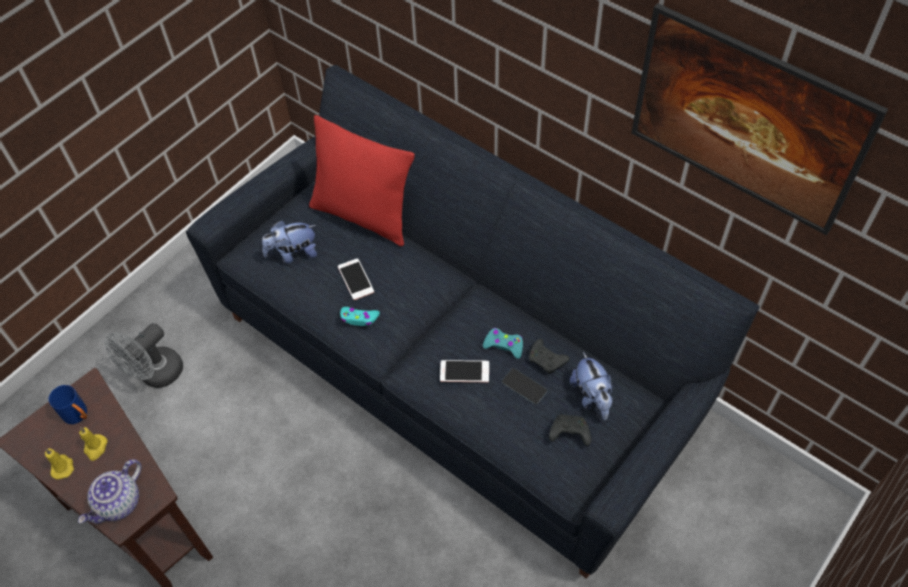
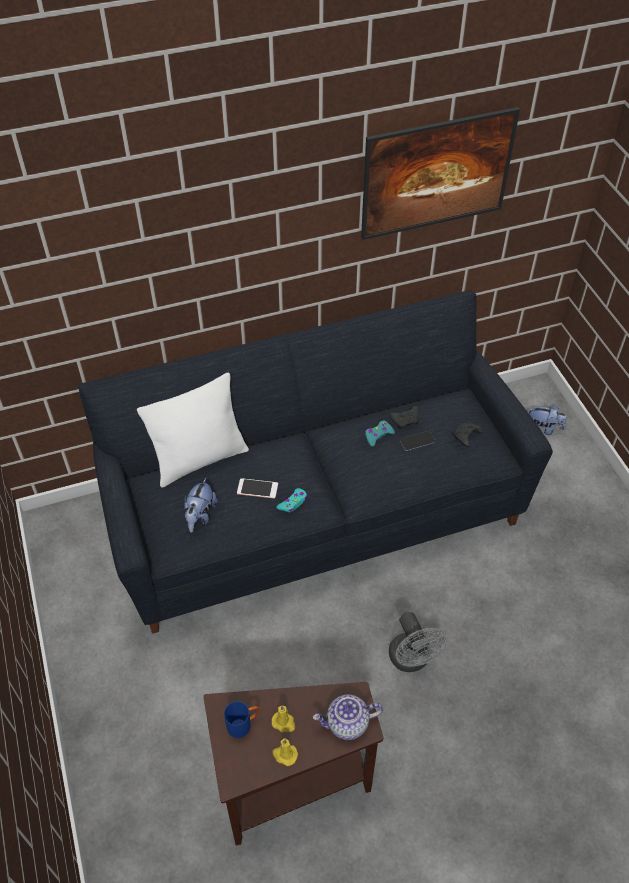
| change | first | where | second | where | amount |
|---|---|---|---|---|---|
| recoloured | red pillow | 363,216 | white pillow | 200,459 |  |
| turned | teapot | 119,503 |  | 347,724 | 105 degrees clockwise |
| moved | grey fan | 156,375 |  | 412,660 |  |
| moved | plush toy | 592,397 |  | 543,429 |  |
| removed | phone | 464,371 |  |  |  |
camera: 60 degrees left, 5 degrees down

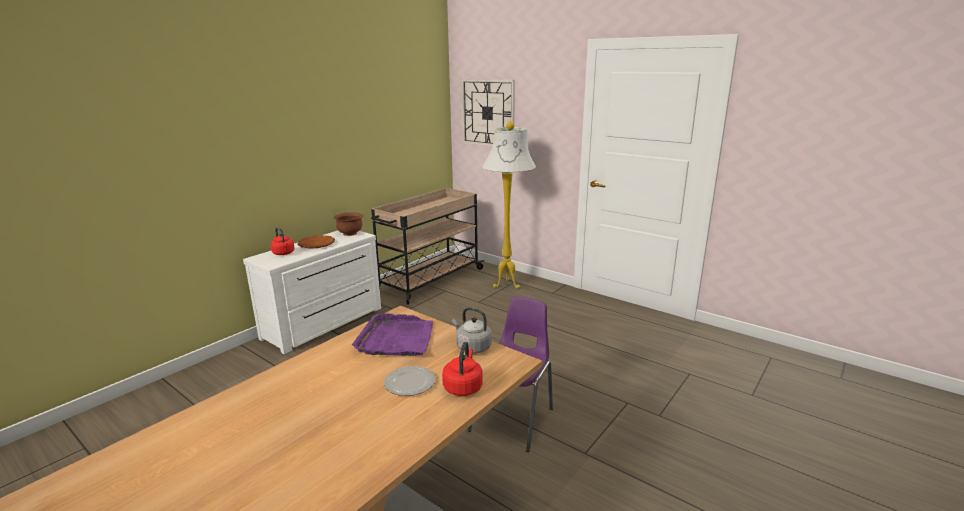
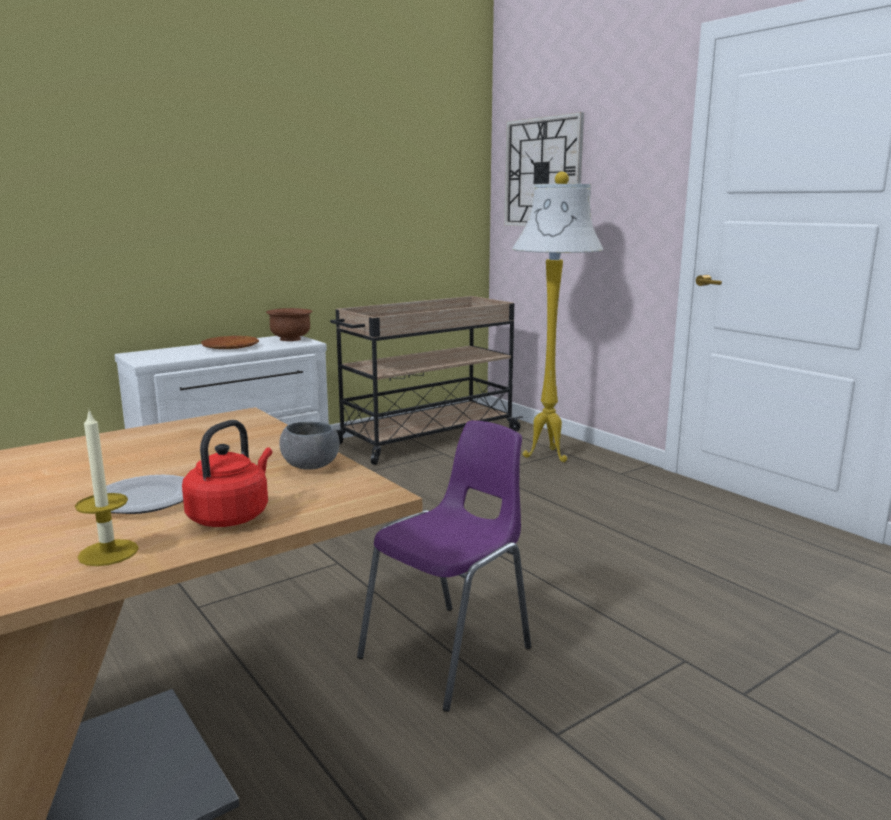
| change | first | where | second | where | amount |
|---|---|---|---|---|---|
| added |  |  | candle | 108,553 |  |
| replaced | grey kettle | 472,347 | grey bowl | 311,466 |  |
| removed | red kettle | 284,253 |  |  |  |
| removed | purple tray | 396,339 |  |  |  |
camera: 15 degrees right, 5 degrees down

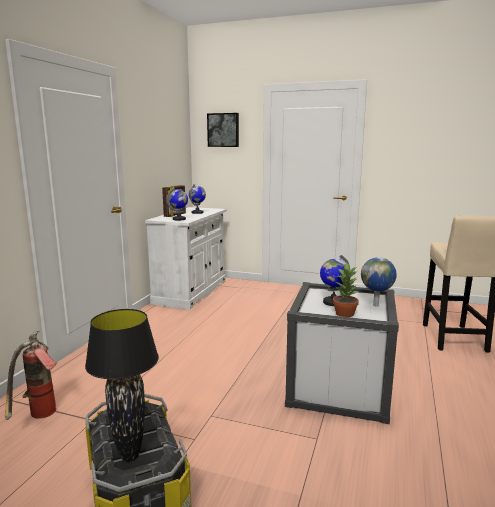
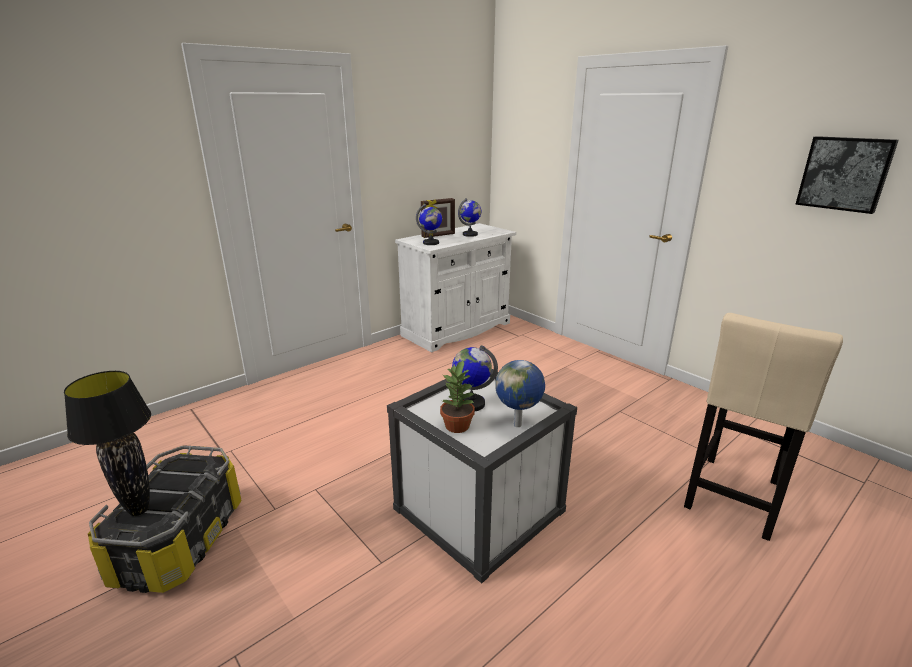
| change | first | where | second | where | amount |
|---|---|---|---|---|---|
| moved | picture | 223,130 |  | 844,173 |  |
| removed | fire extinguisher | 39,417 |  |  |  |
camera: 30 degrees right, 10 degrees up

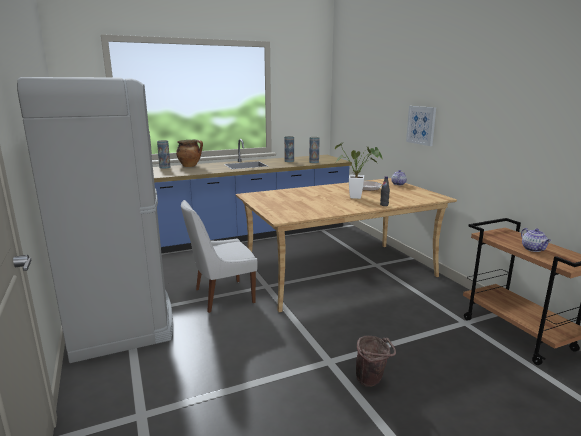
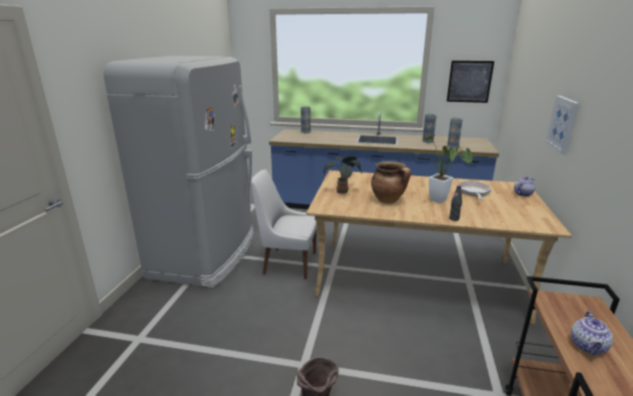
| change | first | where | second | where | amount |
|---|---|---|---|---|---|
| added |  |  | potted plant | 342,191 |  |
| moved | cooking pot | 190,166 |  | 388,200 |  |
| added |  |  | picture | 469,81 |  |
camera: 35 degrees right, 5 degrees up

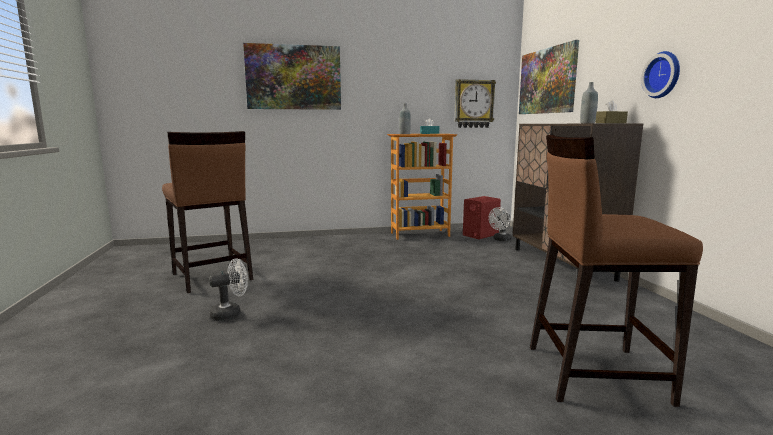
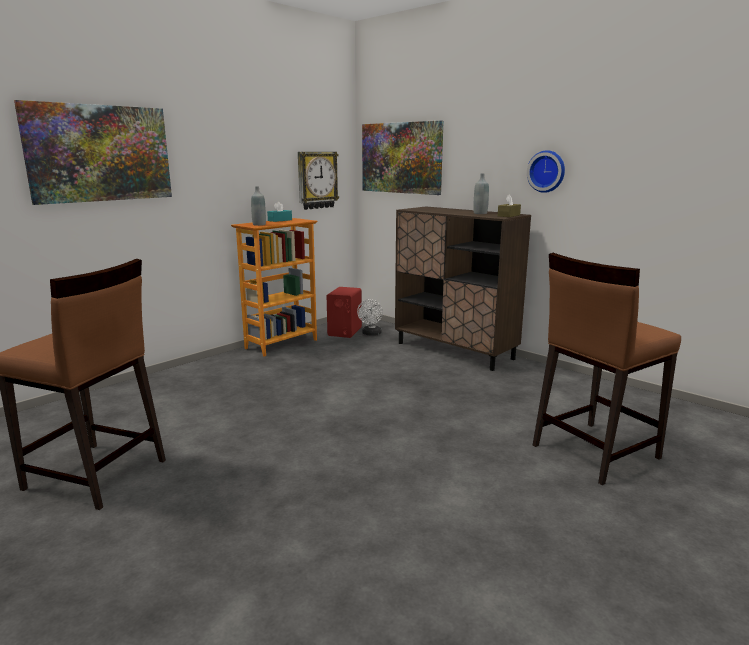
| change | first | where | second | where | amount |
|---|---|---|---|---|---|
| removed | white fan | 231,313 |  |  |  |
camera: 35 degrees left, 5 degrees up

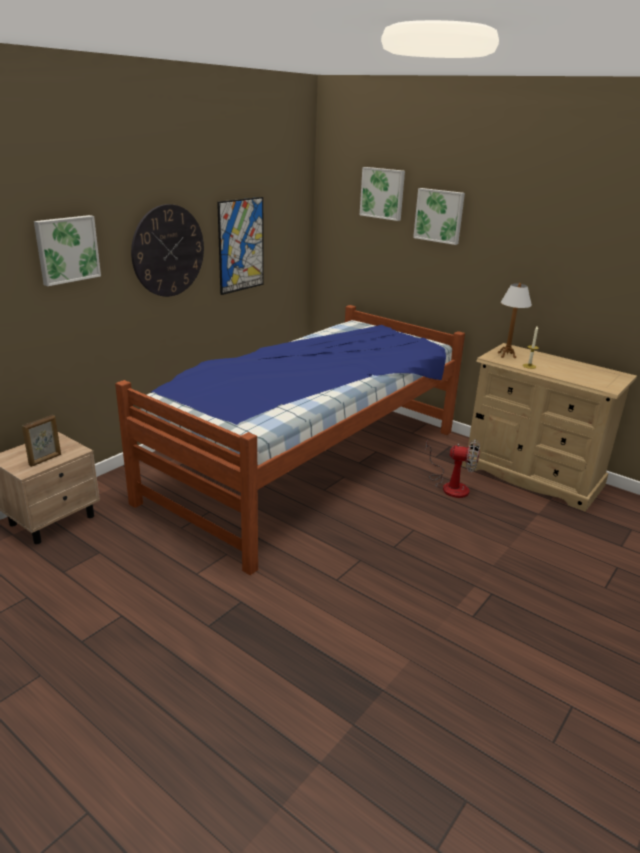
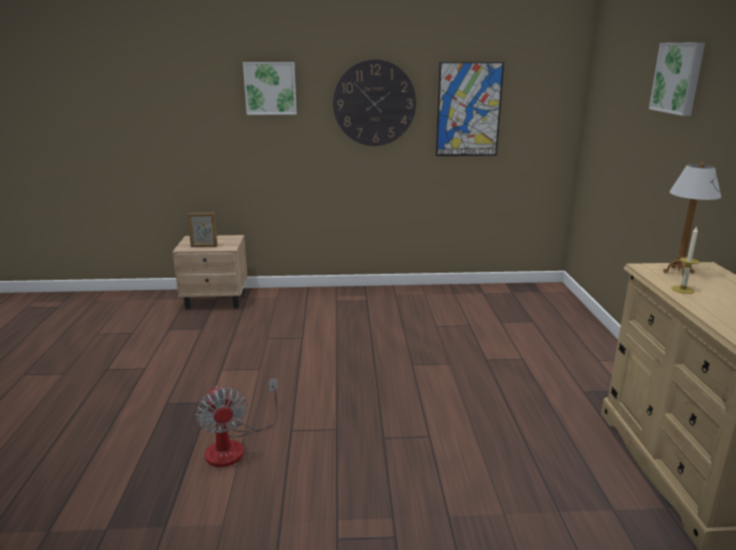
| change | first | where | second | where | amount |
|---|---|---|---|---|---|
| moved | fan | 450,485 |  | 234,446 |  |
| removed | bed | 307,464 |  |  |  |
| removed | picture | 383,193 |  |  |  |
camera: 50 degrees right, 5 degrees down

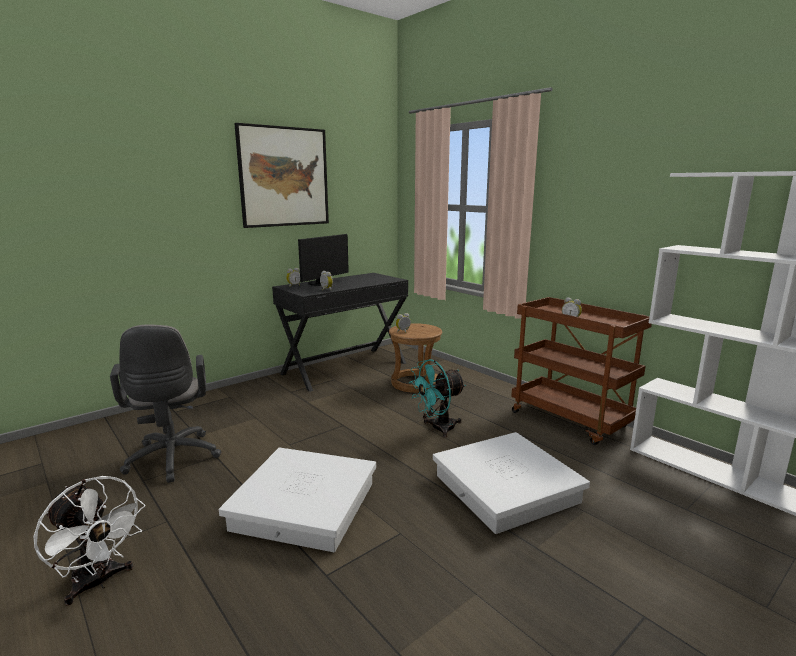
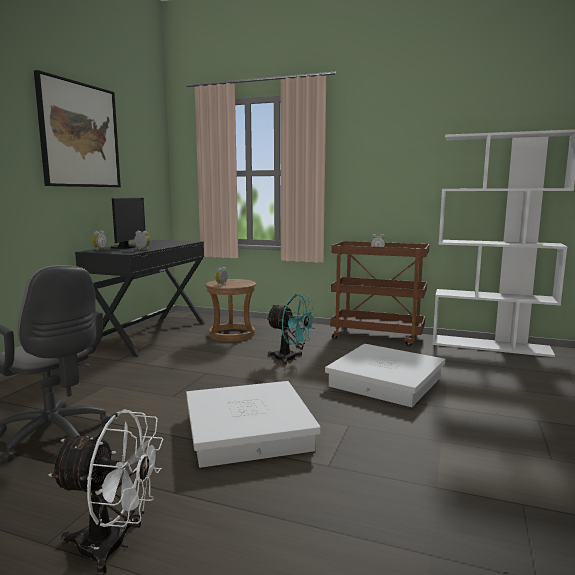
| change | first | where | second | where | amount |
|---|---|---|---|---|---|
| turned | turquoise fan | 437,428 |  | 290,359 | 90 degrees counterclockwise |
camera: 30 degrees left, 5 degrees down

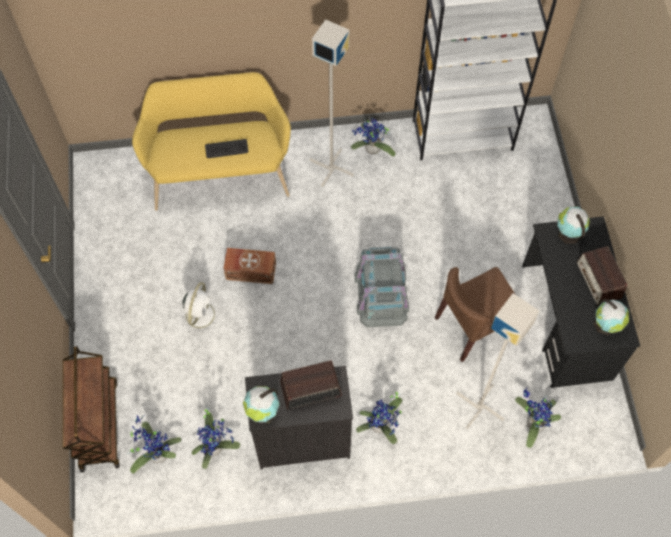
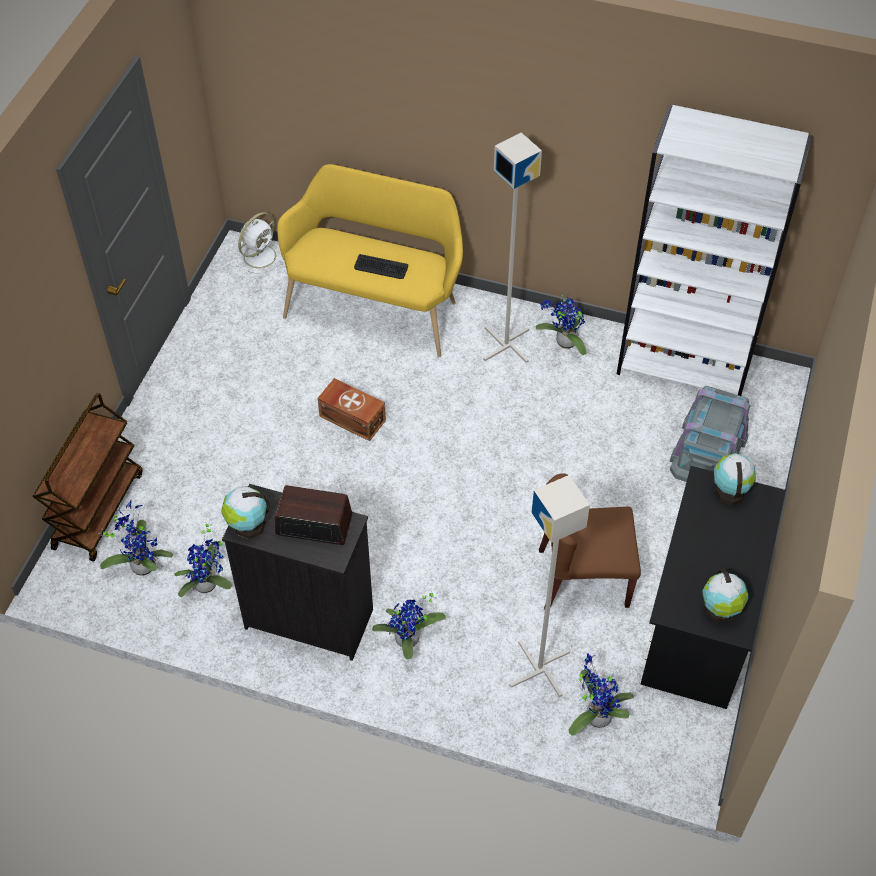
| change | first | where | second | where | amount |
|---|---|---|---|---|---|
| moved | white fan | 200,313 |  | 261,255 |  |
| moved | grey storage box | 381,293 |  | 708,450 |  |
| removed | radio | 599,280 |  |  |  |
camera: 25 degrees right, 10 degrees down

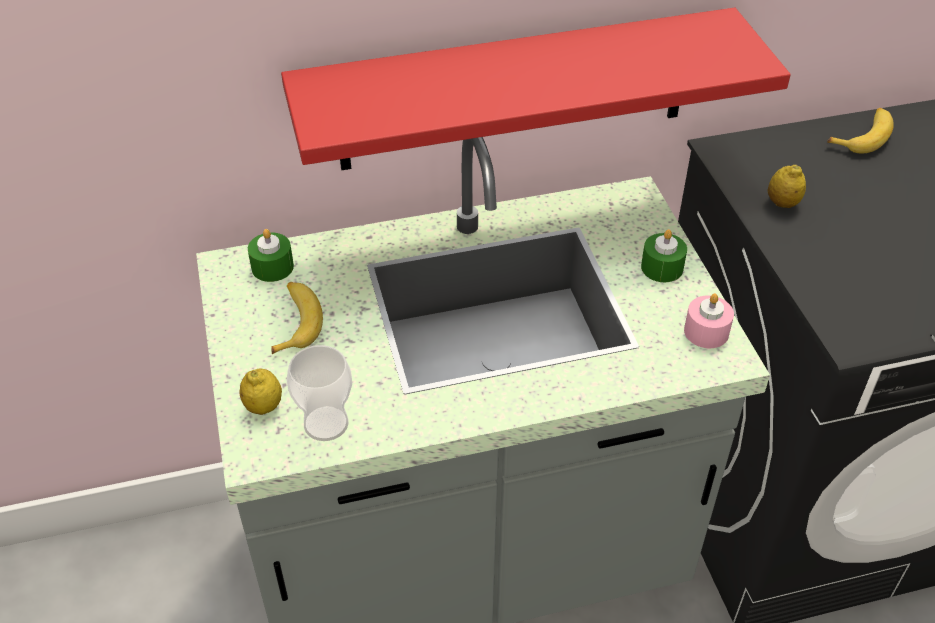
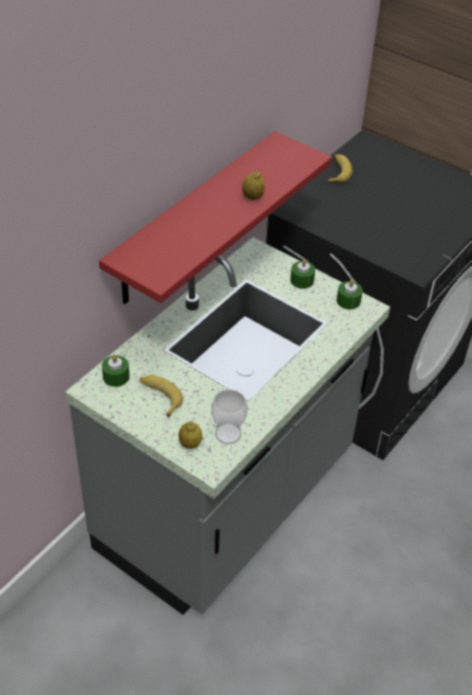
| change | first | where | second | where | amount |
|---|---|---|---|---|---|
| moved | lemon | 782,203 |  | 252,197 |  |
| recoloured | pink candle | 706,332 | green candle | 348,301 |  |
camera: 40 degrees left, 0 degrees up

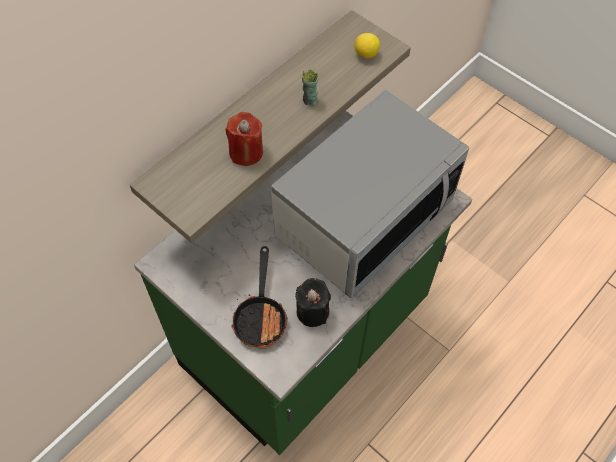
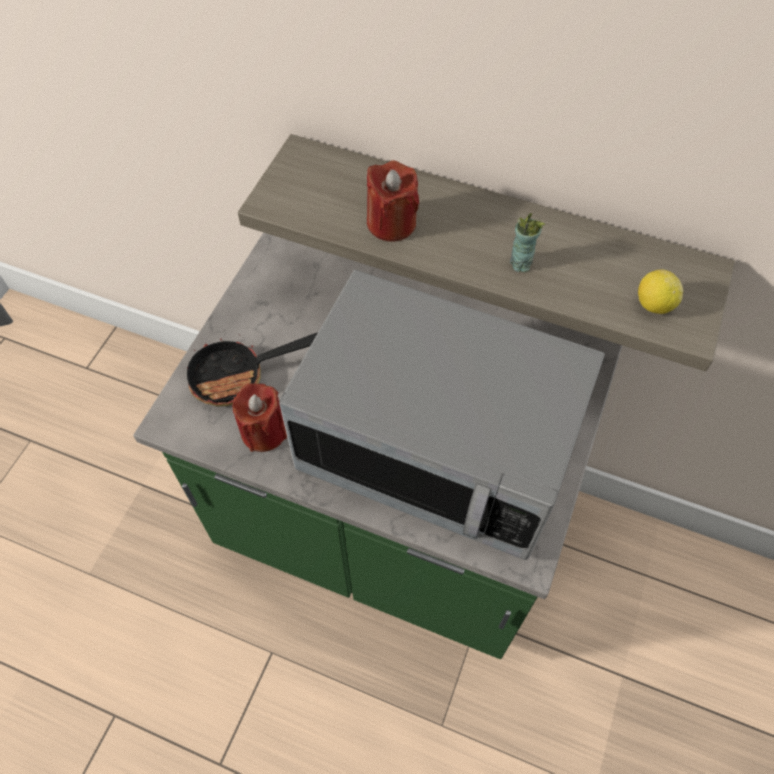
| change | first | where | second | where | amount |
|---|---|---|---|---|---|
| recoloured | black candle | 312,312 | red candle | 264,431 |  |
camera: 70 degrees right, 0 degrees up

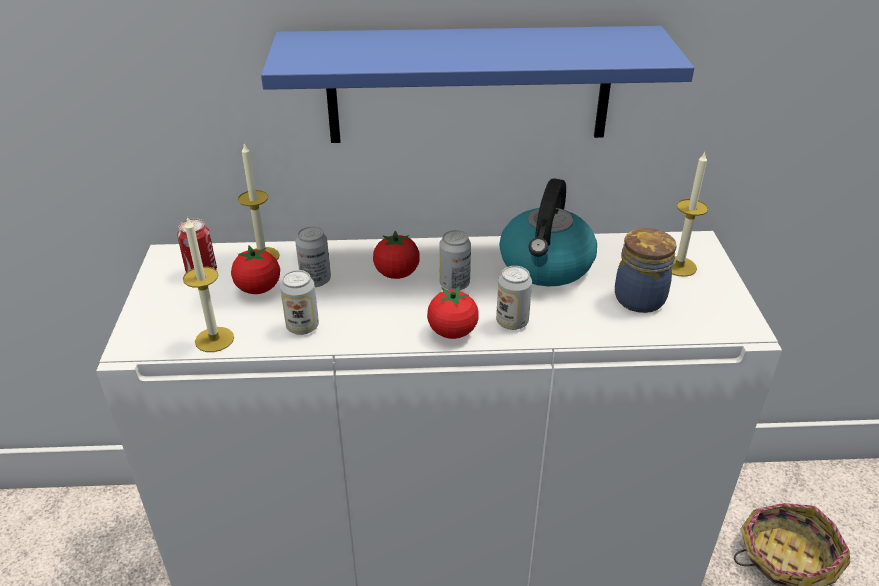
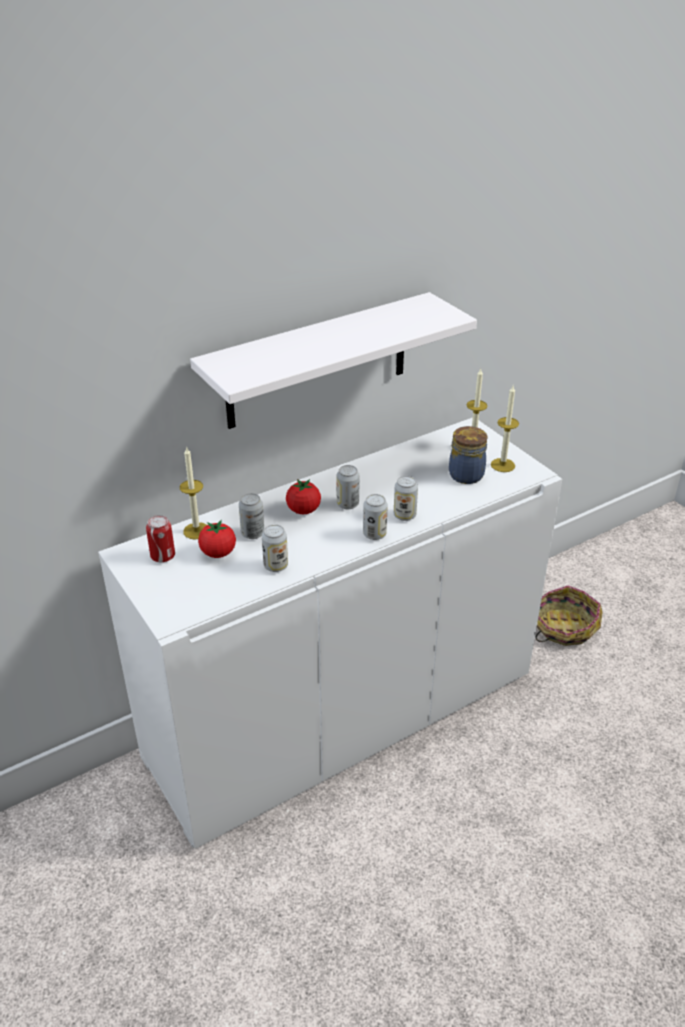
| change | first | where | second | where | amount |
|---|---|---|---|---|---|
| recoloured | blue shelf | 469,85 | white shelf | 318,361 |  |
| replaced | tomato | 452,332 | can | 374,534 |  |
| moved | candle | 214,339 |  | 502,465 |  |
| removed | kettle | 546,266 |  |  |  |
camera: 30 degrees left, 0 degrees up

